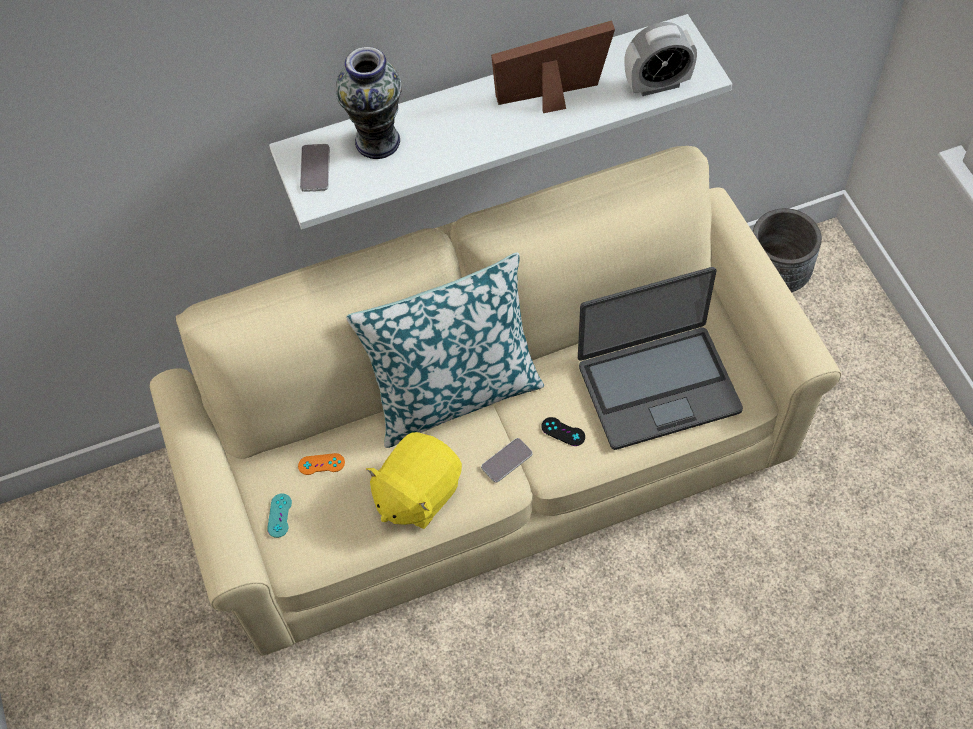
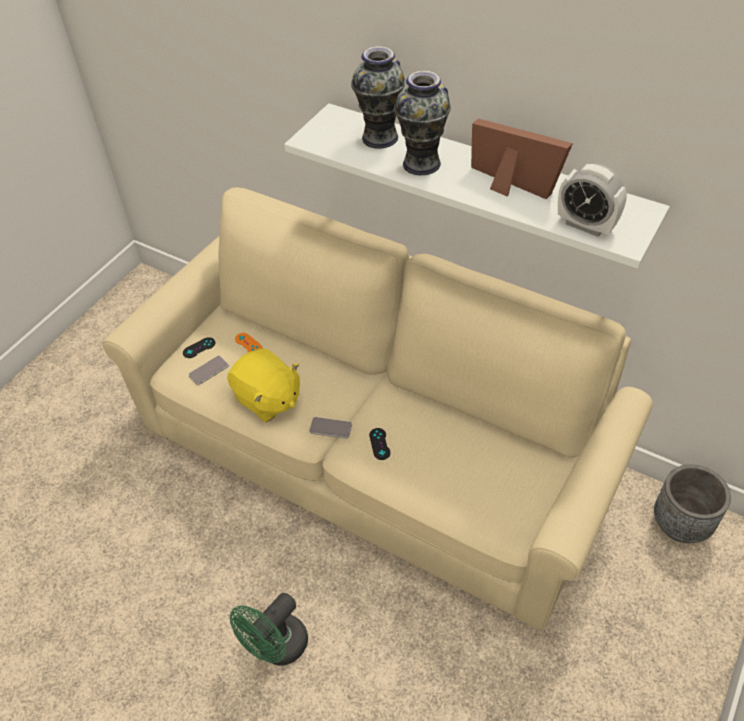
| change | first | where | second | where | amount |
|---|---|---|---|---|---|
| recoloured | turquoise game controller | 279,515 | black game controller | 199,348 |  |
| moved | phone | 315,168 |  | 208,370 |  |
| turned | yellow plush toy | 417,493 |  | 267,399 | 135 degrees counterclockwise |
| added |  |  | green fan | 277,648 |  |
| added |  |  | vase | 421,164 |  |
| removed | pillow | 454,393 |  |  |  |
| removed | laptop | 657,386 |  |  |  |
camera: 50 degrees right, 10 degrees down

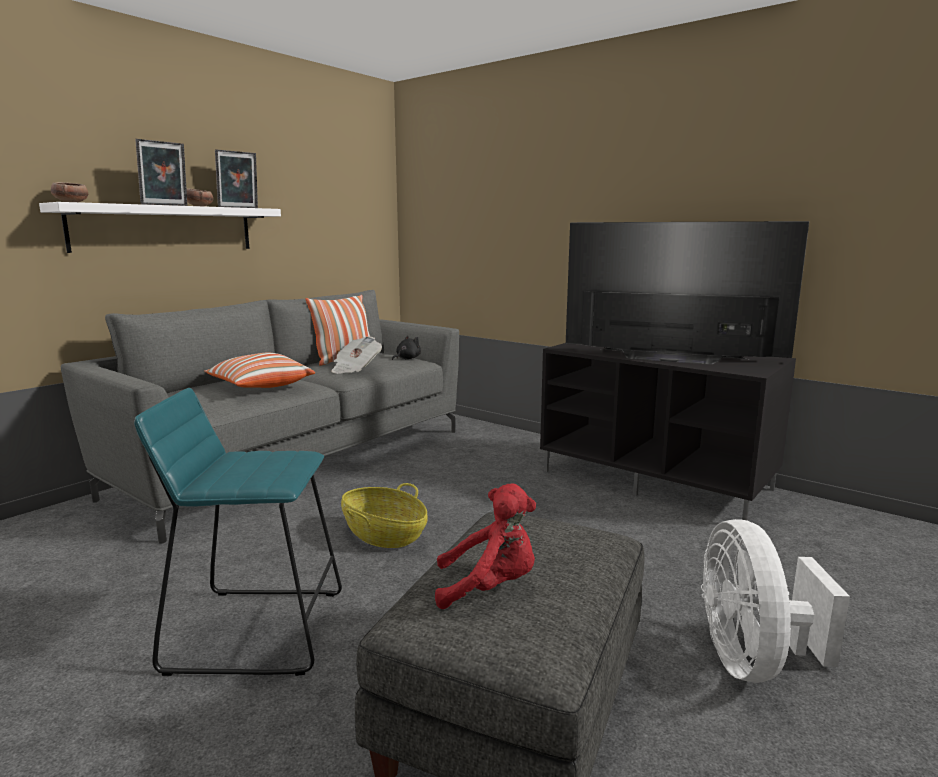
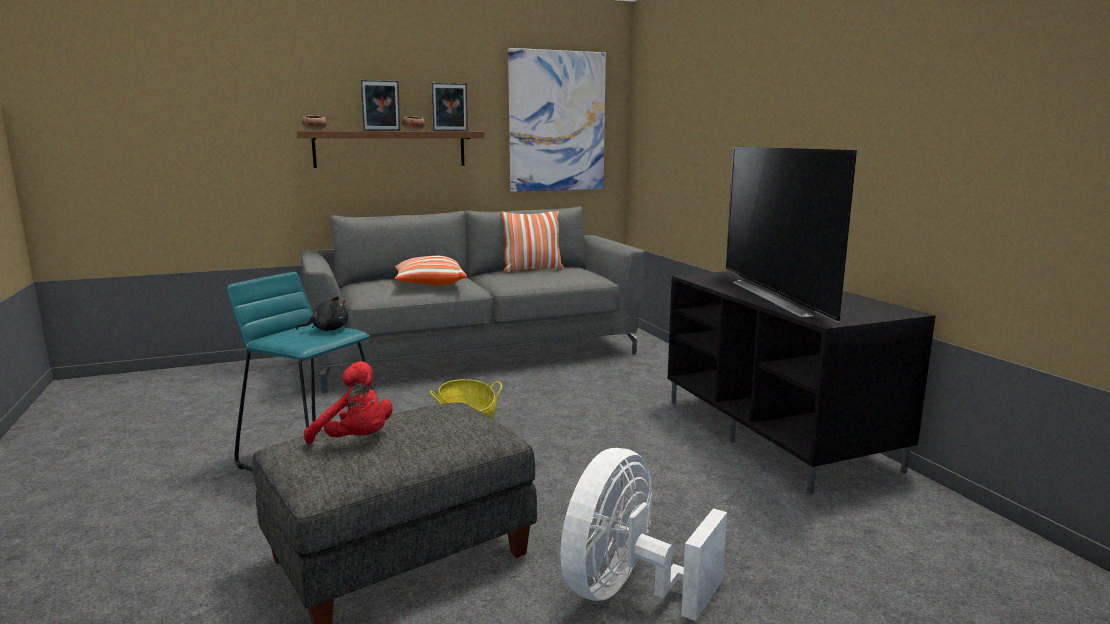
| change | first | where | second | where | amount |
|---|---|---|---|---|---|
| moved | black plush toy | 407,358 |  | 327,330 |  |
| recoloured | white shelf | 165,228 | brown shelf | 390,149 |  |
| added |  |  | picture | 557,121 |  |
| turned | television | 670,356 |  | 782,296 | 150 degrees counterclockwise |
| removed | newspaper | 355,369 |  |  |  |
camera: 30 degrees right, 0 degrees up

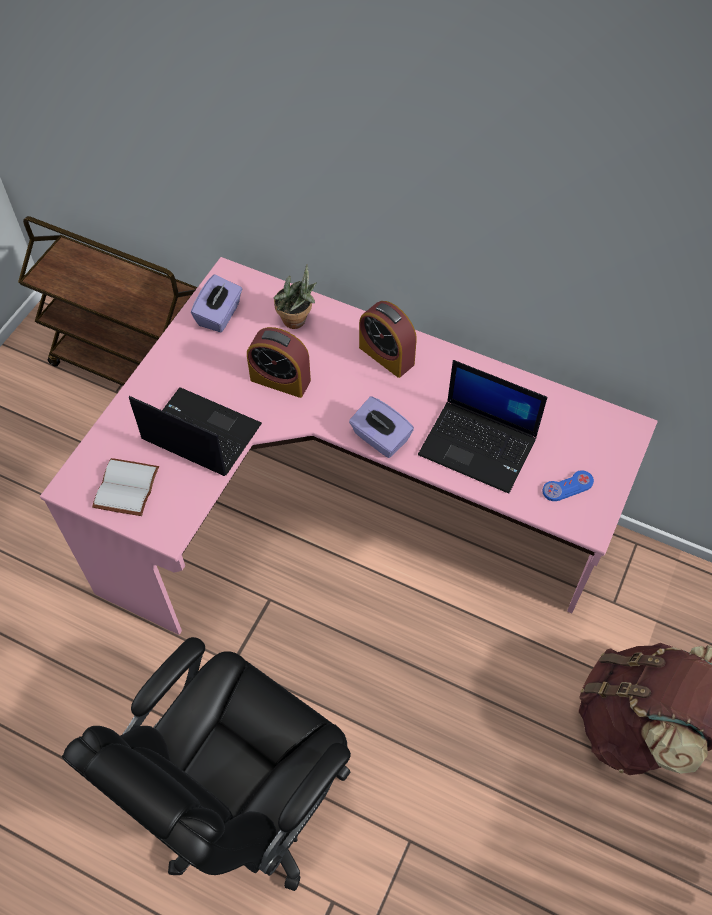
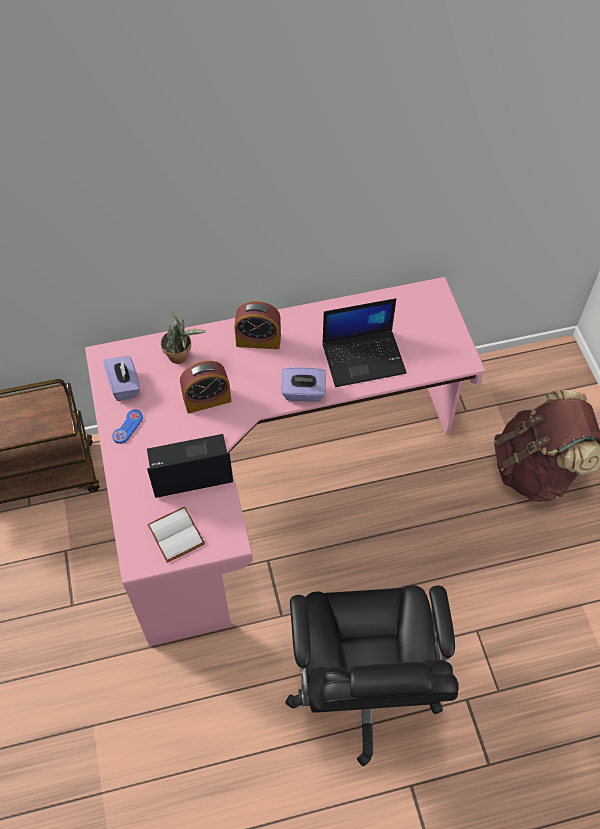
| change | first | where | second | where | amount |
|---|---|---|---|---|---|
| moved | blue game controller | 567,487 |  | 128,427 |  |
camera: 40 degrees left, 0 degrees up

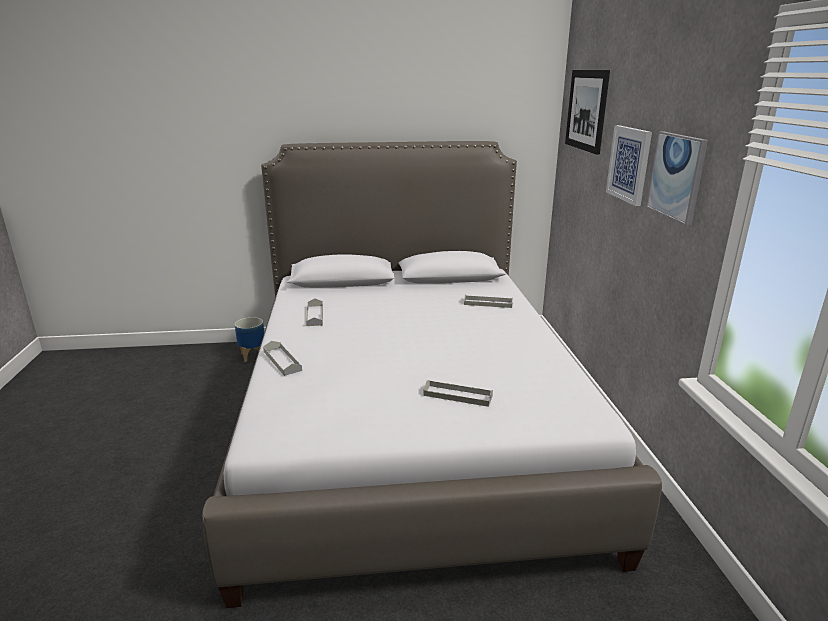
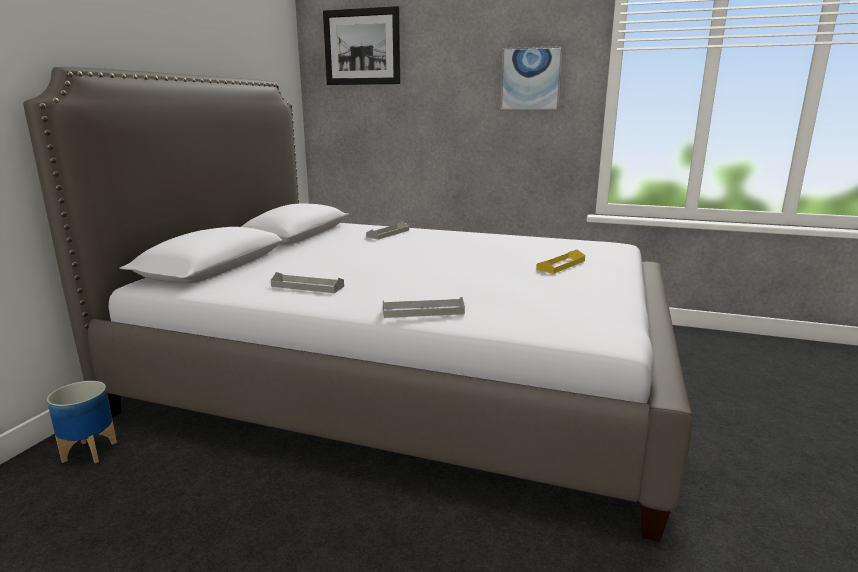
| change | first | where | second | where | amount |
|---|---|---|---|---|---|
| recoloured | grey tray | 458,395 | yellow tray | 561,265 |  |
| removed | picture | 629,164 |  |  |  |
camera: 65 degrees left, 5 degrees down

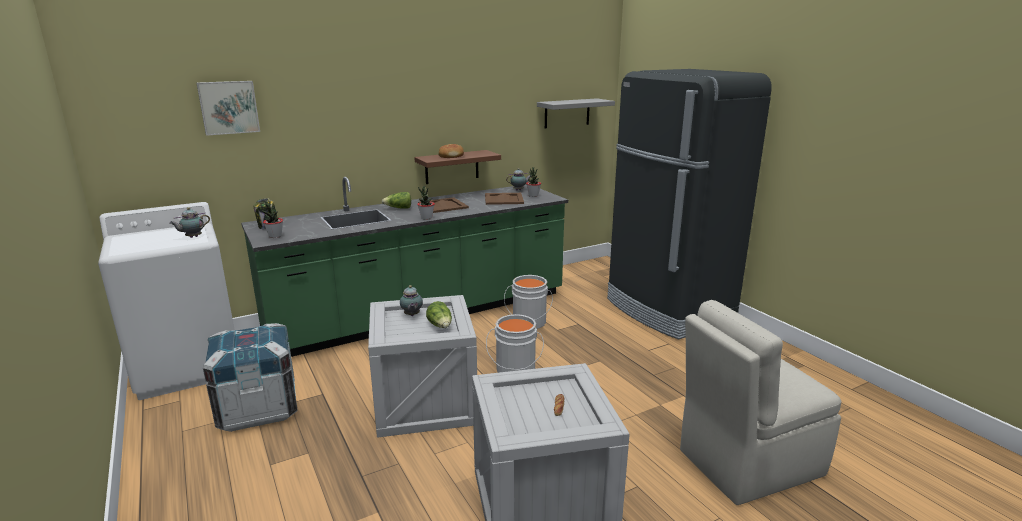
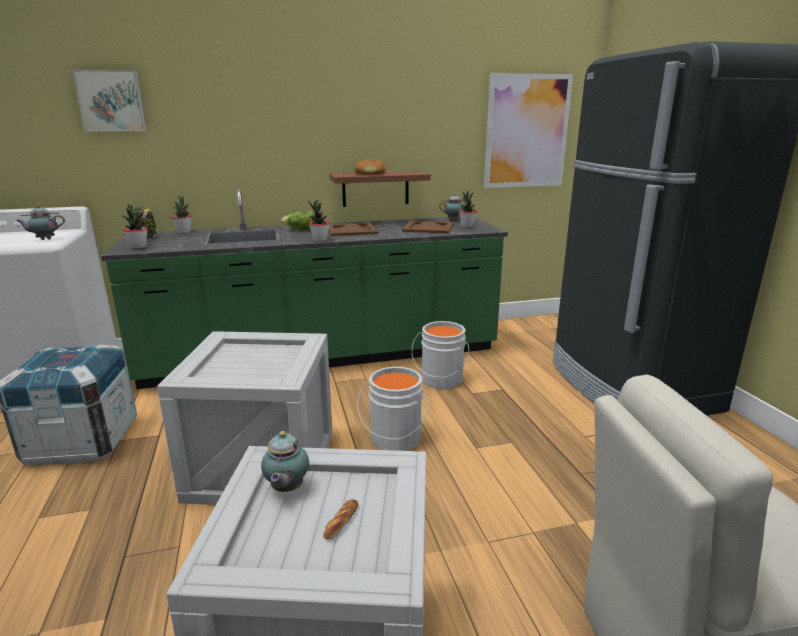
| change | first | where | second | where | amount |
|---|---|---|---|---|---|
| added |  |  | potted plant | 183,232 |  |
| moved | teapot | 411,315 |  | 286,489 |  |
| replaced | grey shelf | 567,113 | picture | 526,131 |  |
| removed | lettuce | 440,326 |  |  |  |
camera: 15 degrees right, 0 degrees up

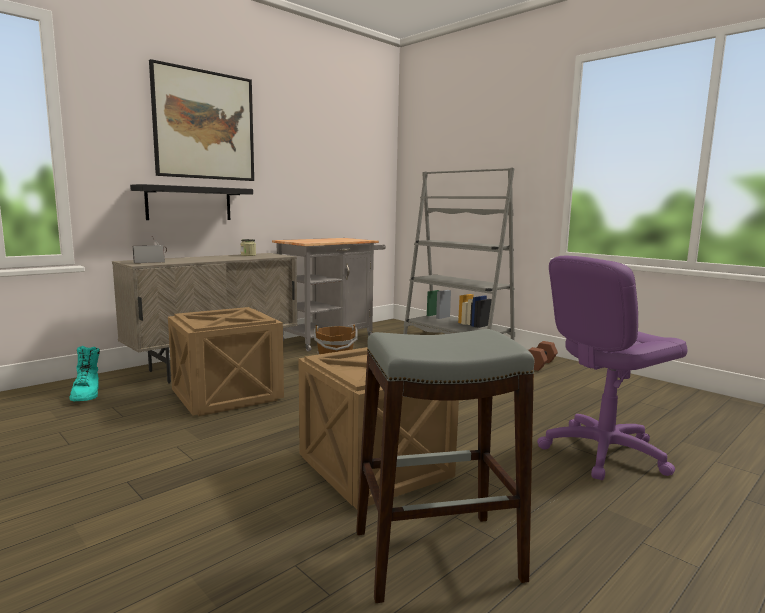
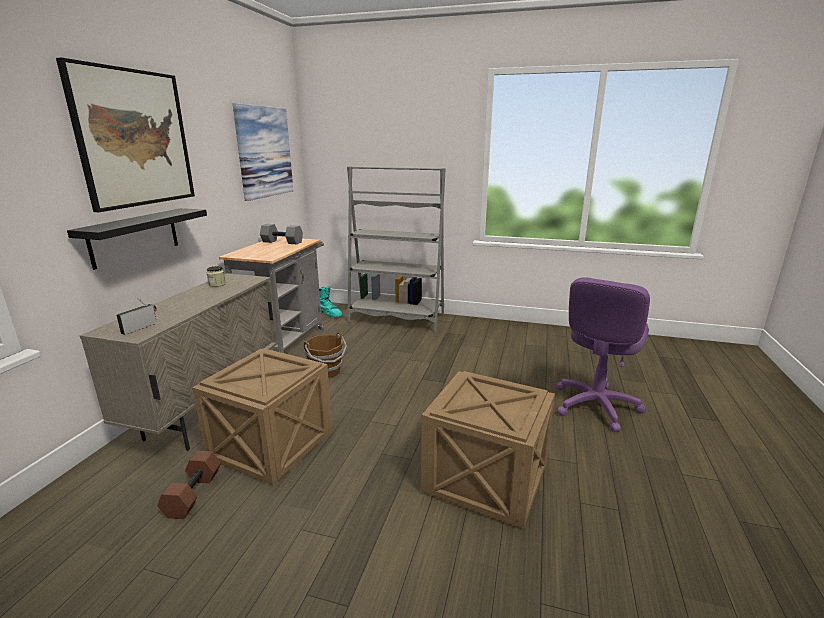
| change | first | where | second | where | amount |
|---|---|---|---|---|---|
| moved | brown dumbbell | 539,364 |  | 192,494 |  |
| added |  |  | picture | 264,152 |  |
| added |  |  | grey dumbbell | 281,242 |  |
| moved | turquoise boot | 87,394 |  | 329,314 |  |
| removed | grey stool | 437,555 |  |  |  |
camera: 30 degrees left, 10 degrees up

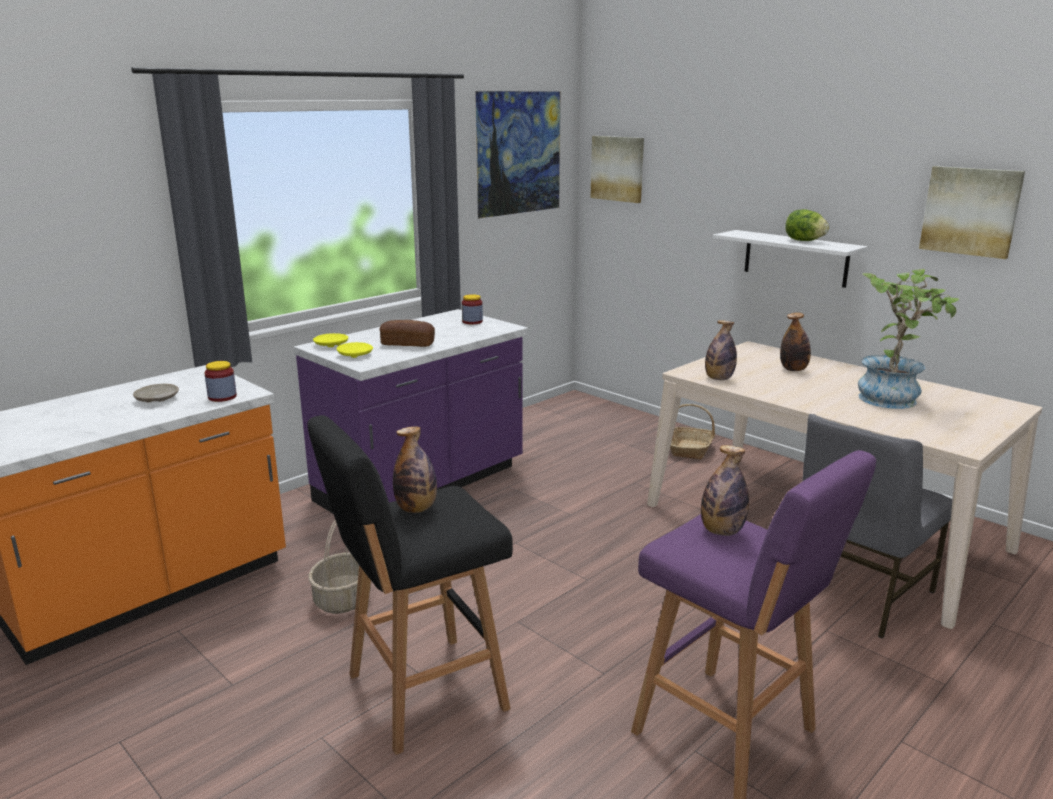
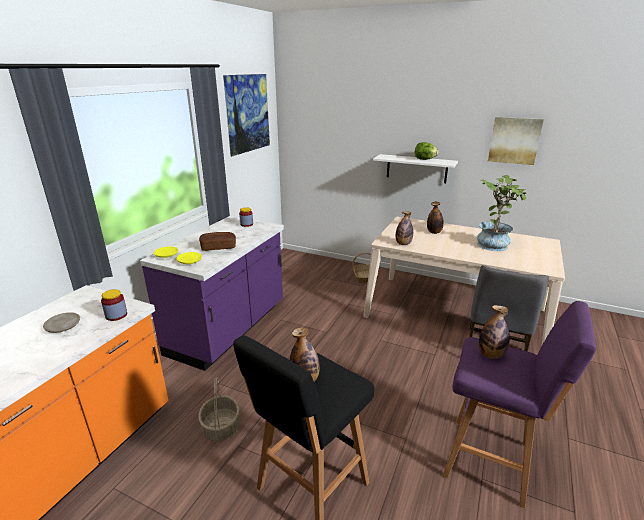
| change | first | where | second | where | amount |
|---|---|---|---|---|---|
| removed | picture | 618,168 |  |  |  |
camera: 20 degrees left, 5 degrees up

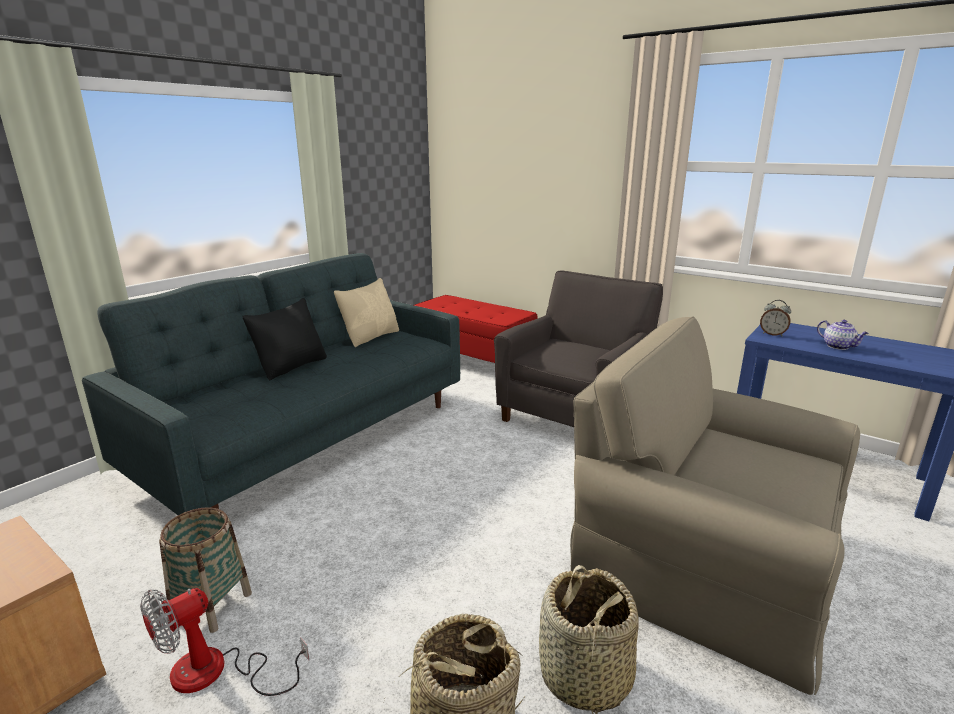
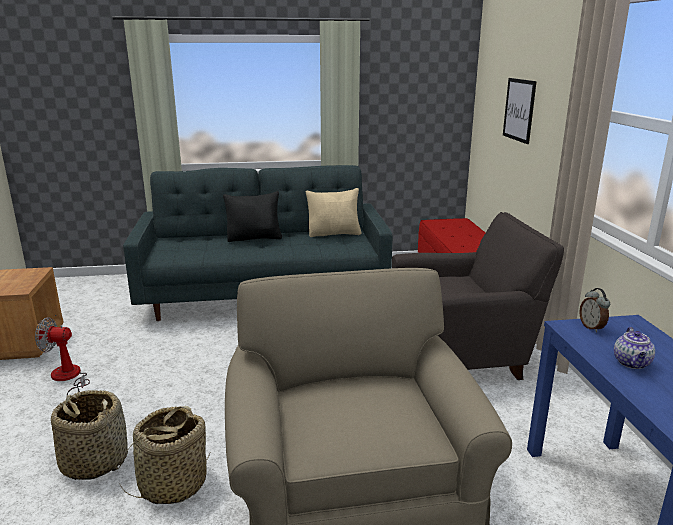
| change | first | where | second | where | amount |
|---|---|---|---|---|---|
| added |  |  | picture | 519,110 |  |
| removed | basket | 212,605 |  |  |  |
camera: 45 degrees right, 0 degrees up

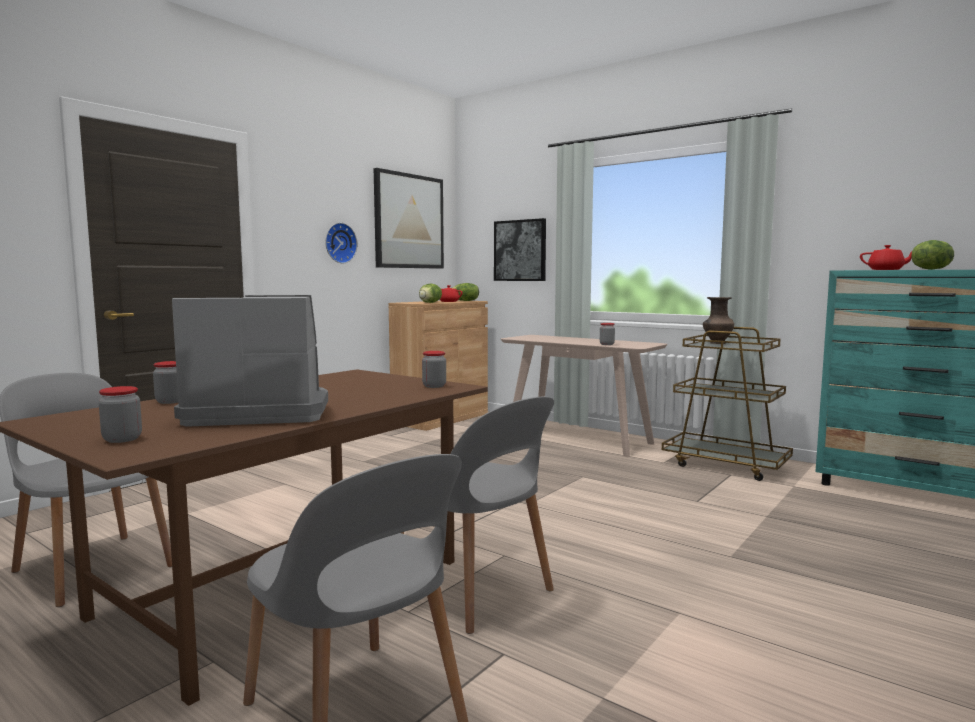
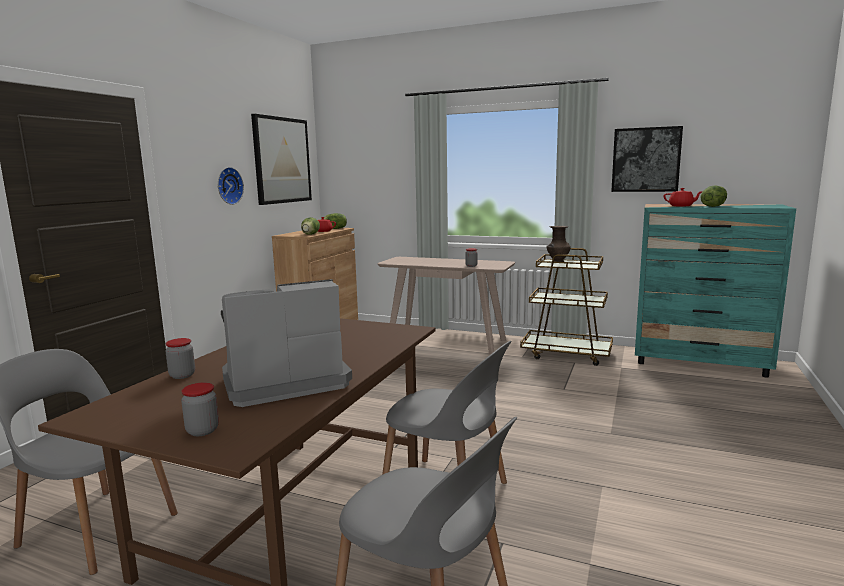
| change | first | where | second | where | amount |
|---|---|---|---|---|---|
| moved | picture | 520,250 |  | 646,160 |  |
| removed | jar | 434,386 |  |  |  |
camera: 15 degrees left, 5 degrees up

